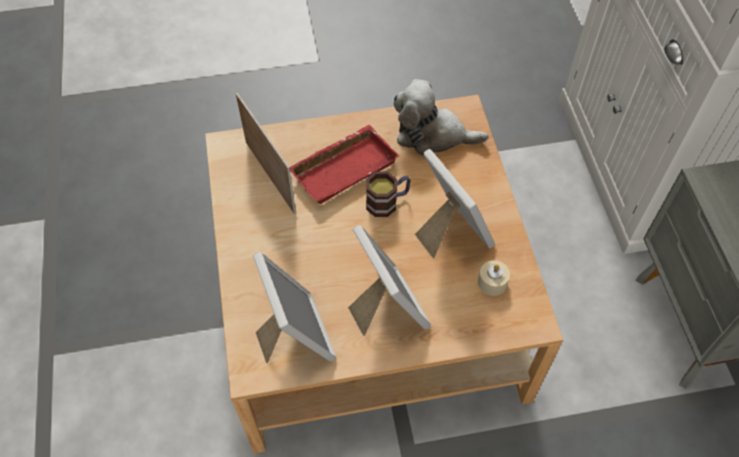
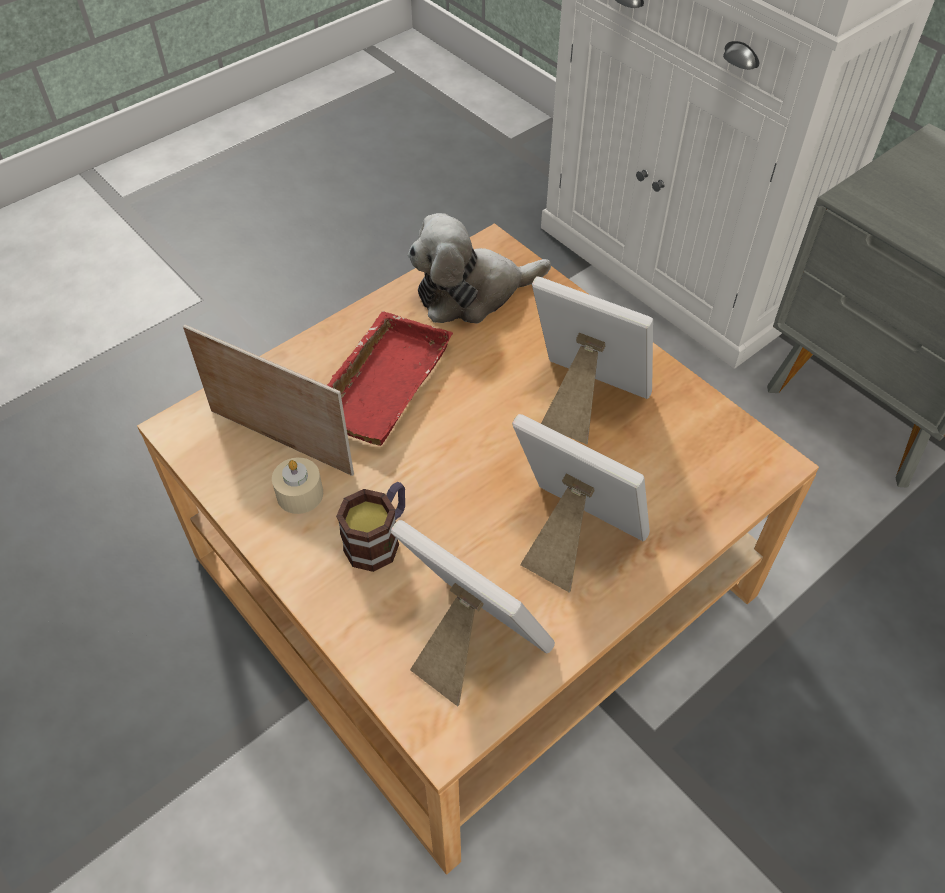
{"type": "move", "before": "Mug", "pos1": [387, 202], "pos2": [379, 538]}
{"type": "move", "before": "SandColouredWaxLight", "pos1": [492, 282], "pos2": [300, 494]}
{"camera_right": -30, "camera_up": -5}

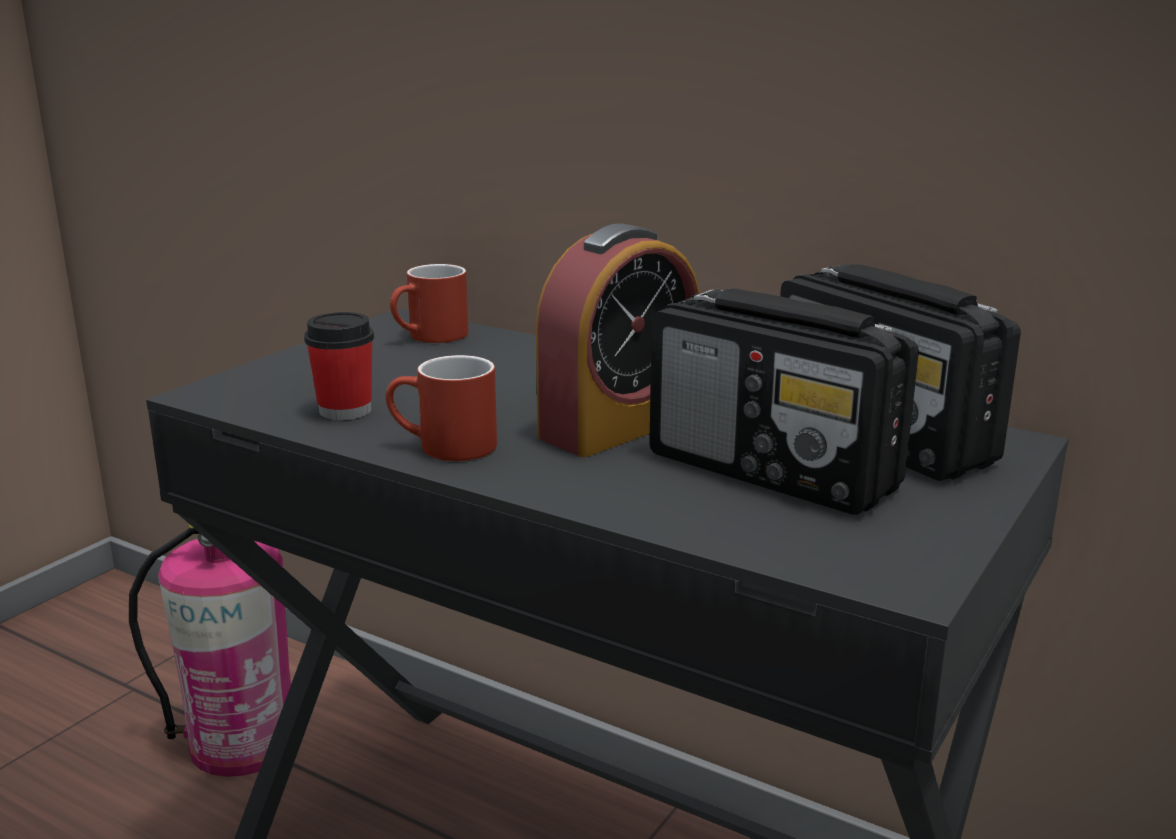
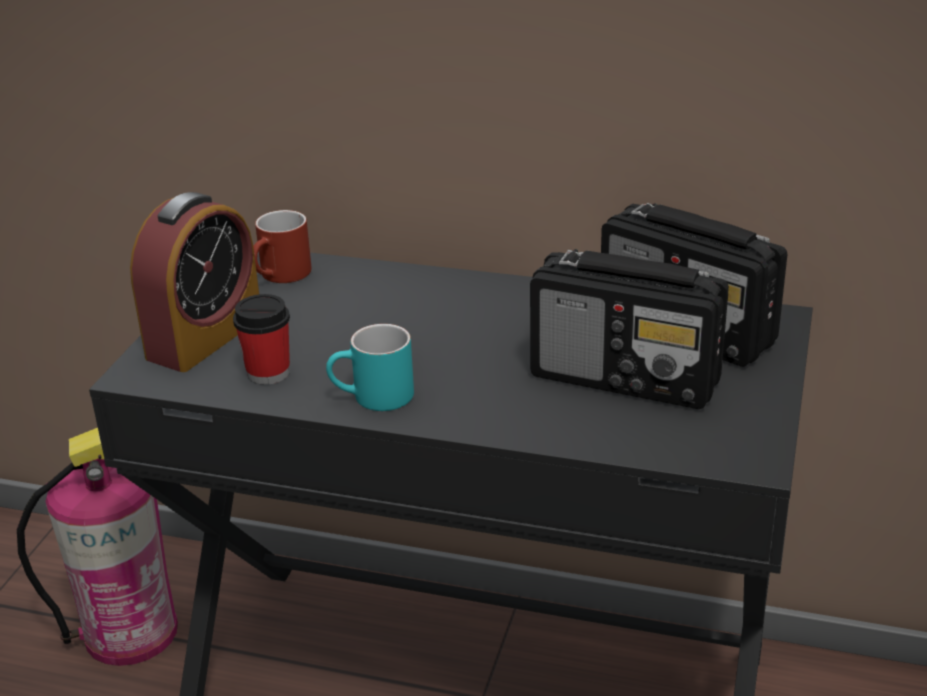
{"type": "recolor", "before": "RedMug", "after": "BlueGreenMug", "pos1": [443, 448], "pos2": [372, 398]}
{"type": "move", "before": "TableClock", "pos1": [618, 426], "pos2": [205, 337]}
{"camera_right": -15, "camera_up": 10}

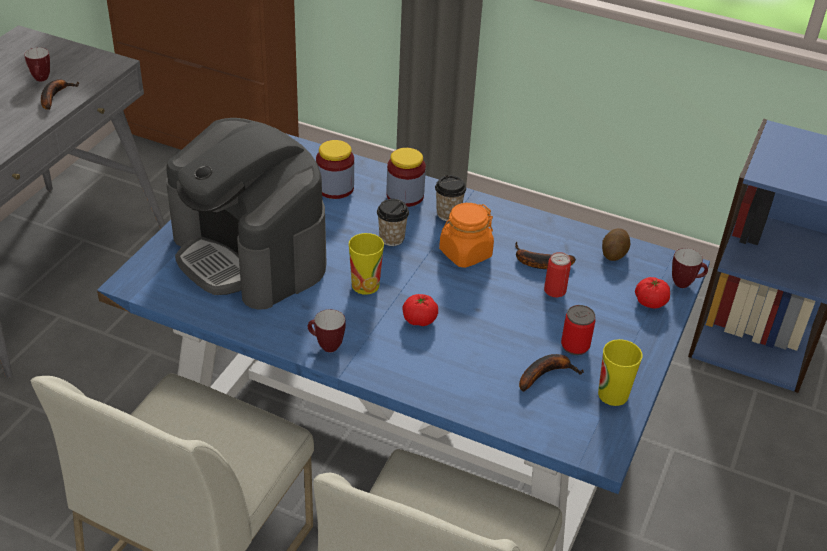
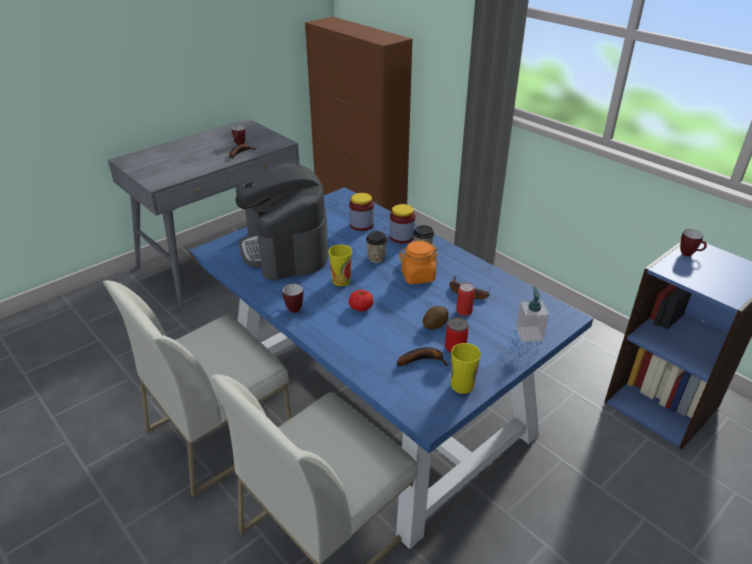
{"type": "move", "before": "Spud", "pos1": [614, 253], "pos2": [435, 324]}
{"type": "replace", "before": "FreshTomato", "after": "LiquidSoapBottle", "pos1": [650, 302], "pos2": [529, 334]}
{"type": "move", "before": "Mug", "pos1": [685, 283], "pos2": [689, 254]}
{"camera_right": 25, "camera_up": -5}

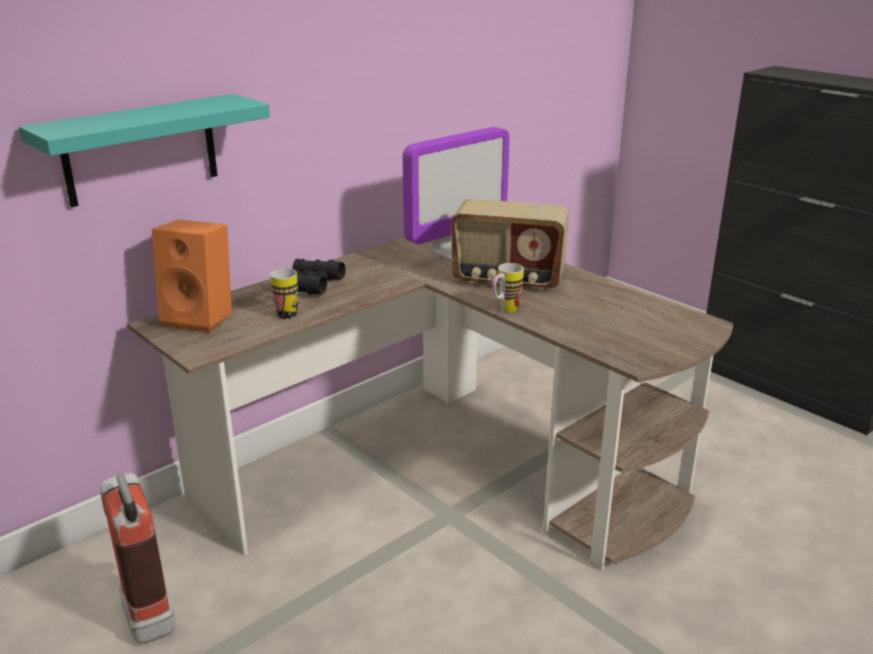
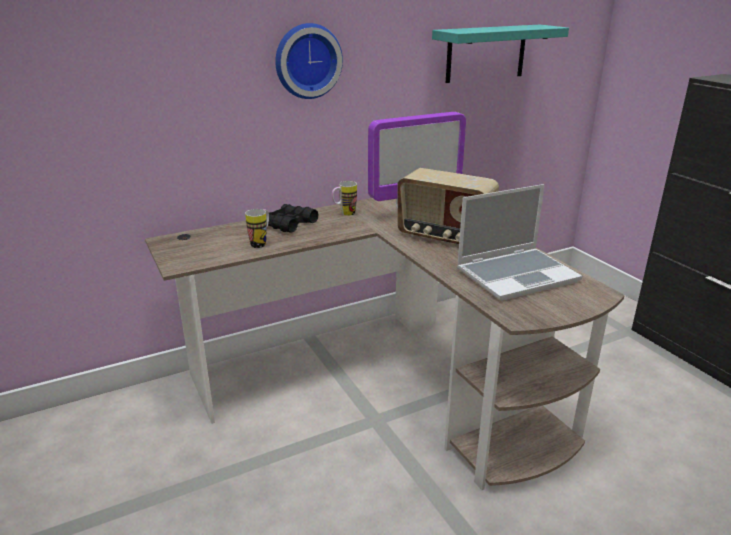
{"type": "move", "before": "BlueGreenWallShelf", "pos1": [141, 150], "pos2": [486, 53]}
{"type": "delete", "before": "Extinguisher", "pos1": [146, 608]}
{"type": "delete", "before": "OrangeColouredLoudspeaker", "pos1": [201, 318]}
{"type": "move", "before": "Mug", "pos1": [505, 310], "pos2": [344, 214]}
{"type": "insert", "after": "ClockOnTheWall", "pos2": [307, 61]}
{"type": "insert", "after": "Laptop", "pos2": [517, 275]}
{"camera_right": 15, "camera_up": 0}

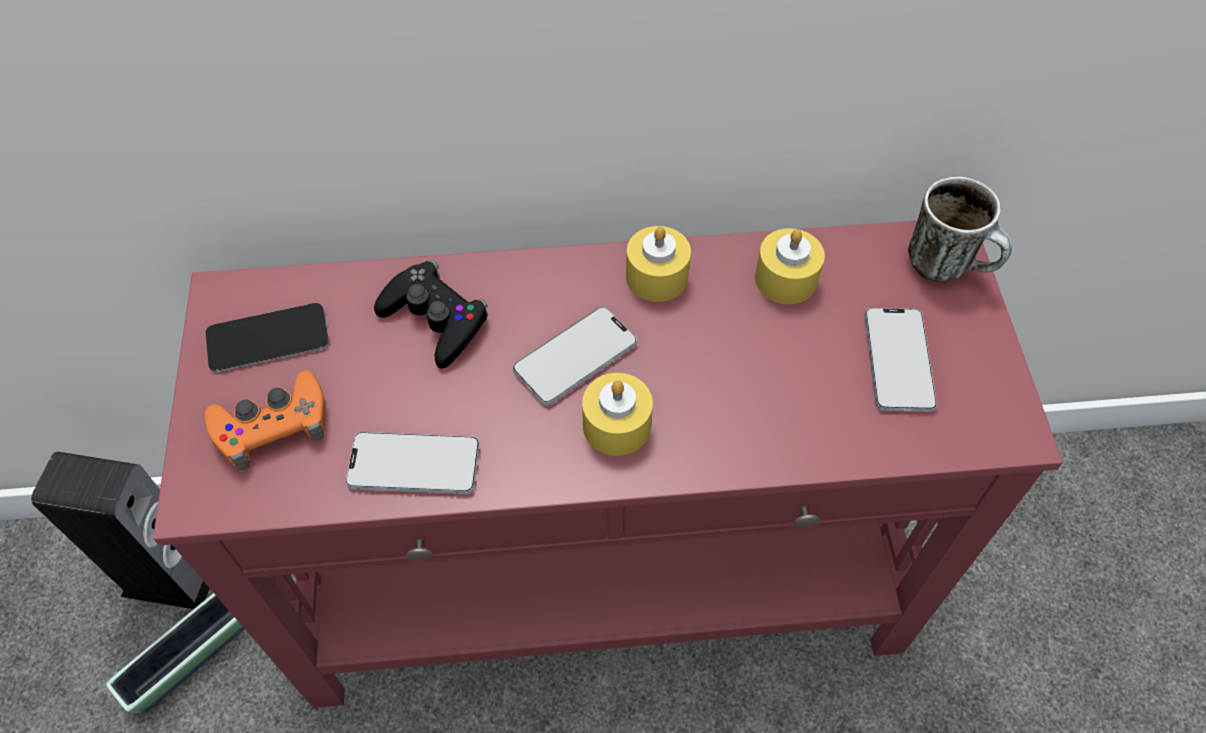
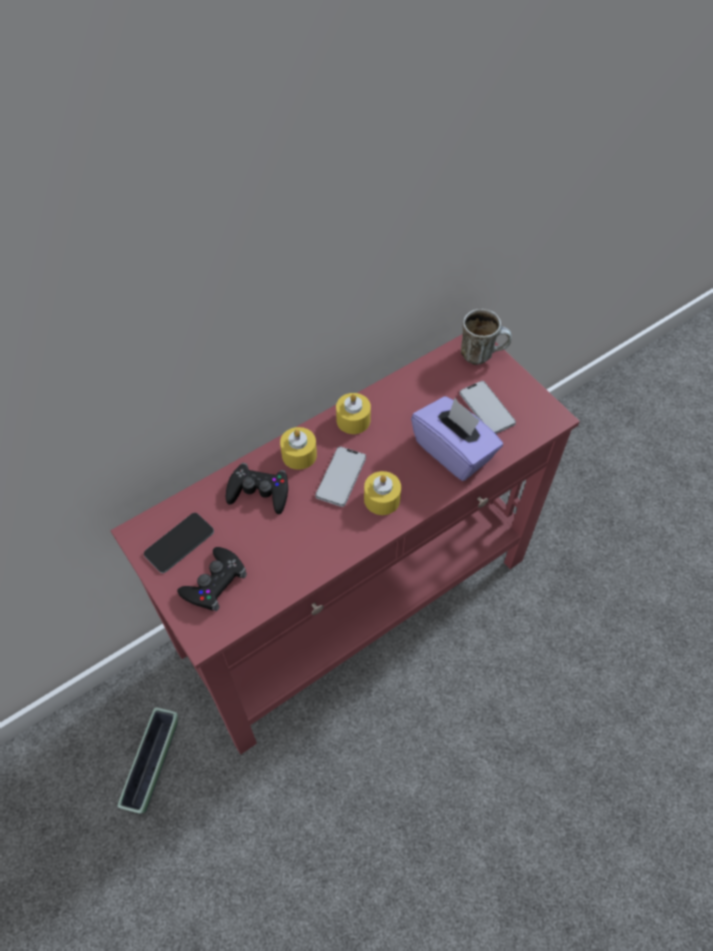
{"type": "delete", "before": "Loudspeaker", "pos1": [171, 576]}
{"type": "recolor", "before": "OrangeColouredGameController", "after": "BlackColouredGameController", "pos1": [272, 425], "pos2": [214, 583]}
{"type": "delete", "before": "Telephone", "pos1": [414, 464]}
{"type": "move", "before": "YellowishWaxLight", "pos1": [786, 279], "pos2": [299, 454]}
{"type": "insert", "after": "PurpleColouredTissueBox", "pos2": [454, 451]}
{"camera_right": -30, "camera_up": 0}

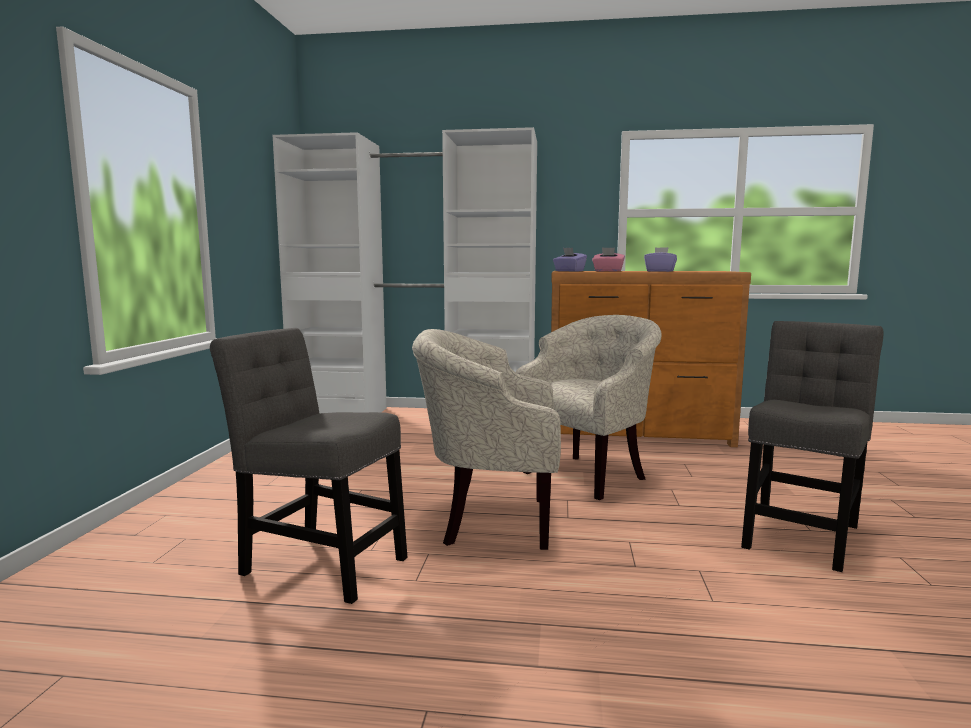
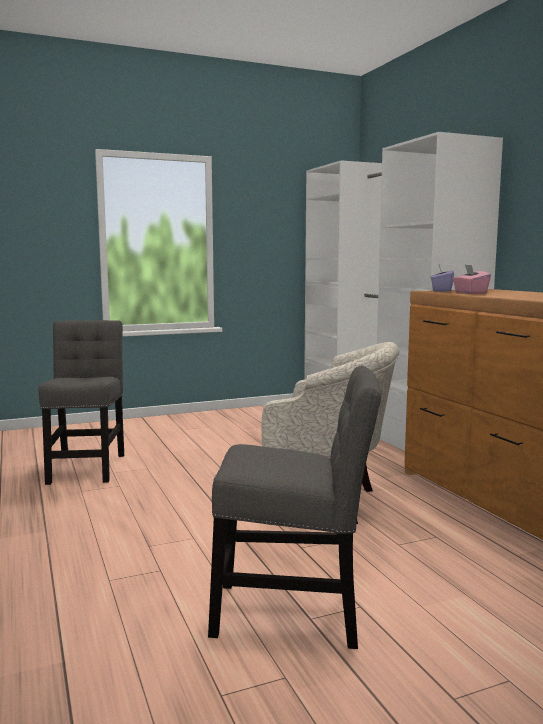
{"type": "delete", "before": "SandColouredLoungeChair", "pos1": [489, 521]}
{"type": "delete", "before": "PurpleColouredTissueBox", "pos1": [660, 271]}
{"camera_right": 60, "camera_up": 0}

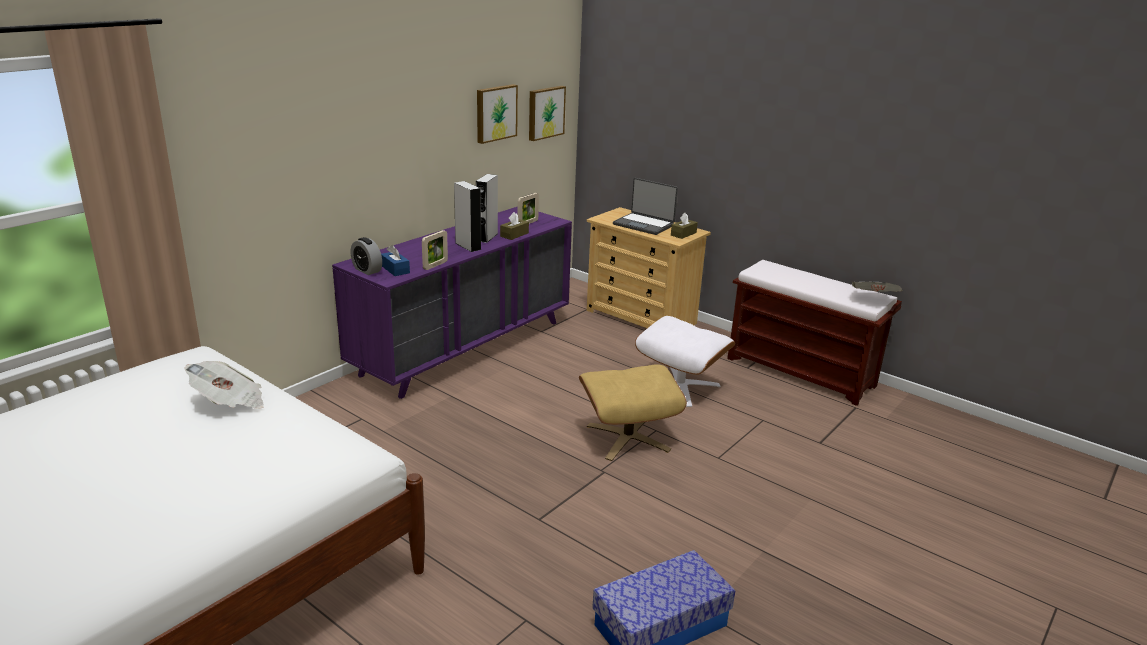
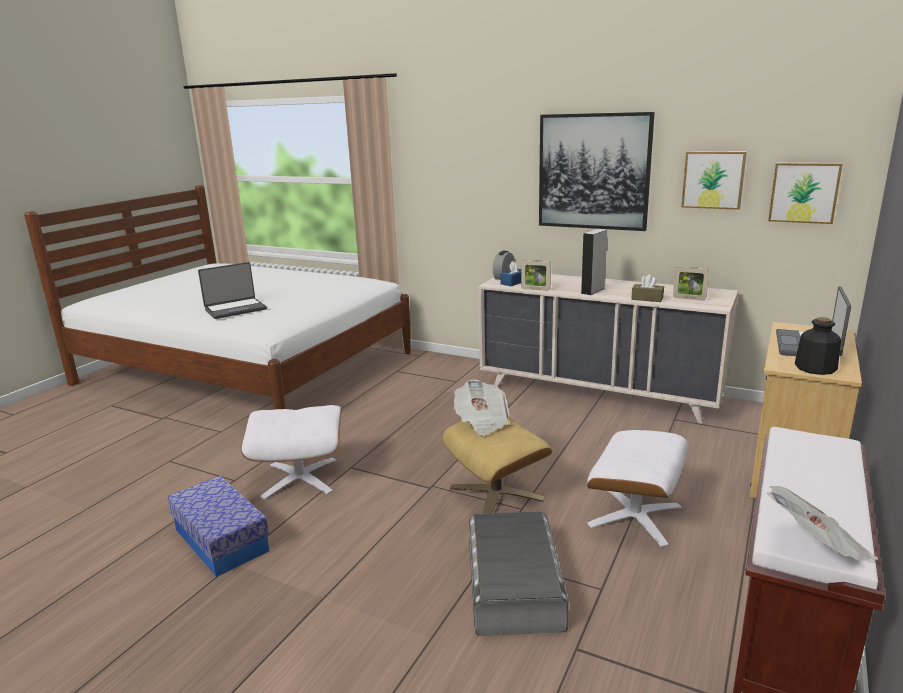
{"type": "move", "before": "Newspaper", "pos1": [230, 402], "pos2": [482, 421]}
{"type": "recolor", "before": "PurpleColouredChestOfDrawers", "after": "SandColouredChestOfDrawers", "pos1": [464, 347], "pos2": [599, 393]}
{"type": "delete", "before": "GreyishLoudspeaker", "pos1": [487, 237]}
{"type": "replace", "before": "BrownTissueBox", "after": "Bottle", "pos1": [683, 234], "pos2": [815, 368]}
{"type": "insert", "after": "Laptop", "pos2": [235, 309]}
{"type": "insert", "after": "WhitishOttoman", "pos2": [300, 477]}
{"type": "insert", "after": "GreyishStorageContainer", "pos2": [513, 582]}
{"type": "insert", "after": "WallPicture", "pos2": [593, 172]}
{"camera_right": 80, "camera_up": -5}

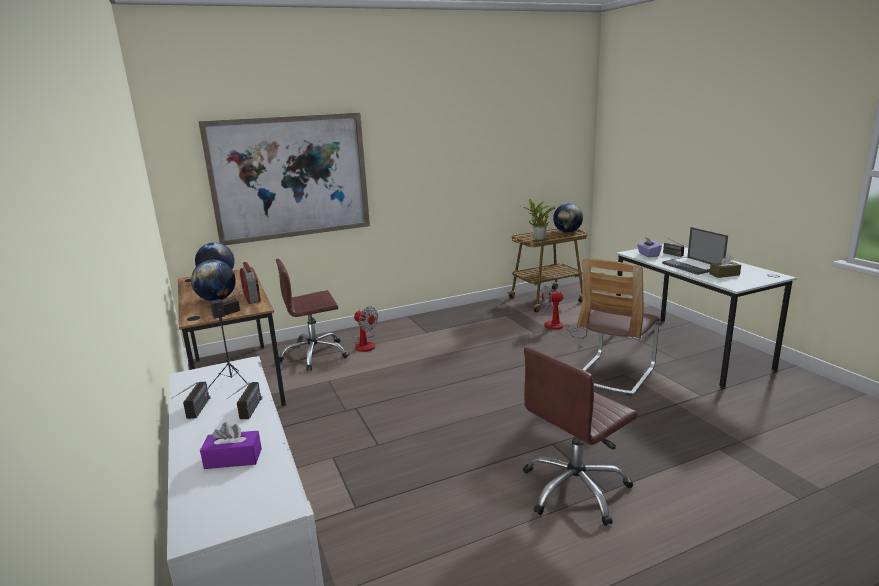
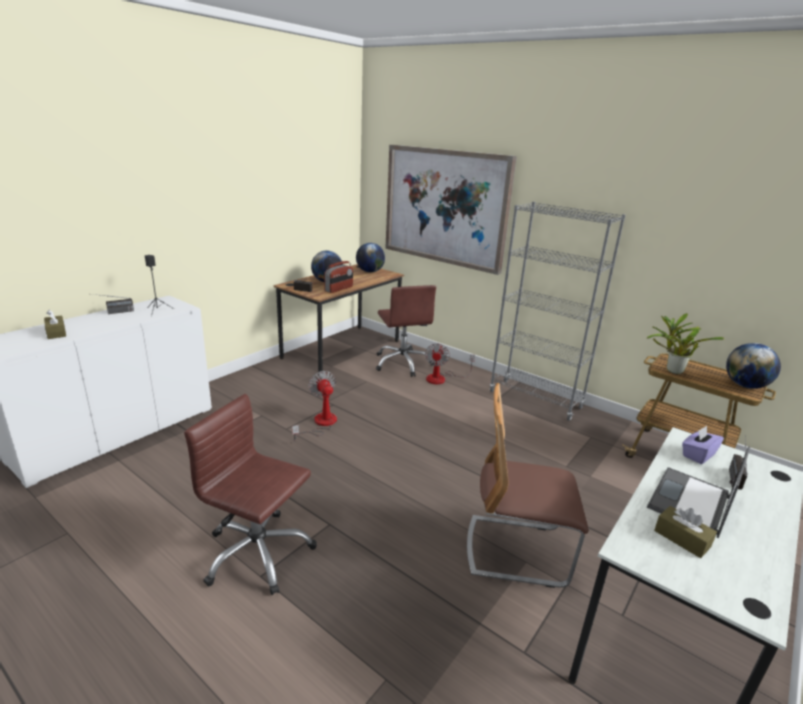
{"type": "recolor", "before": "PurpleColouredTissueBox", "after": "BrownTissueBox", "pos1": [233, 459], "pos2": [56, 333]}
{"type": "delete", "before": "Radio", "pos1": [248, 414]}
{"type": "rotate", "before": "BrownDeskChair", "pos1": [314, 355], "pos2": [403, 363], "turn": -150}
{"type": "move", "before": "ElectricFan", "pos1": [559, 328], "pos2": [320, 424]}
{"type": "insert", "after": "GreyishBookshelf", "pos2": [535, 399]}
{"camera_right": 60, "camera_up": 5}

